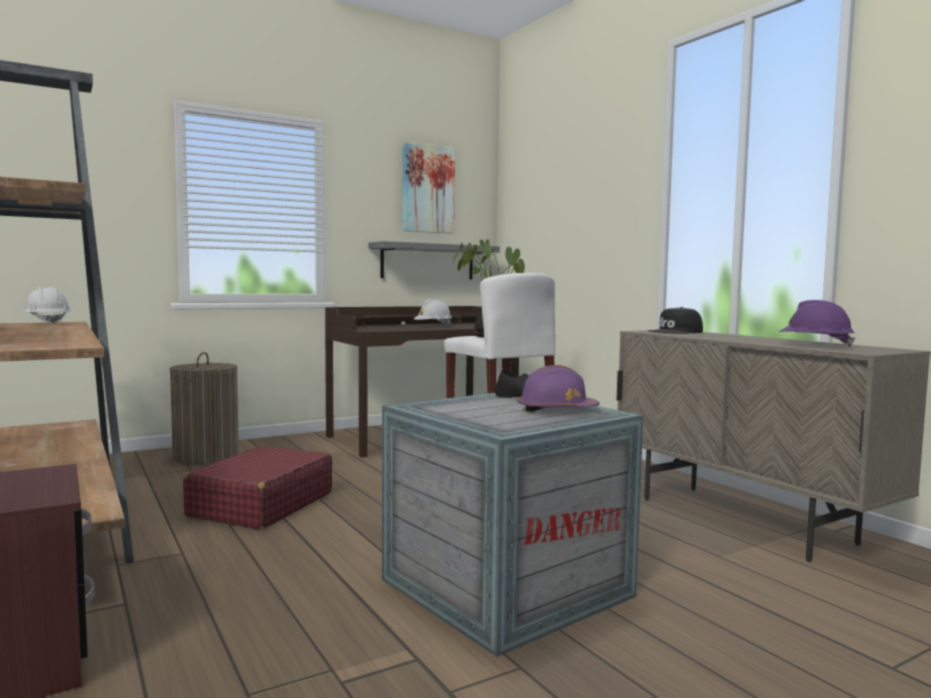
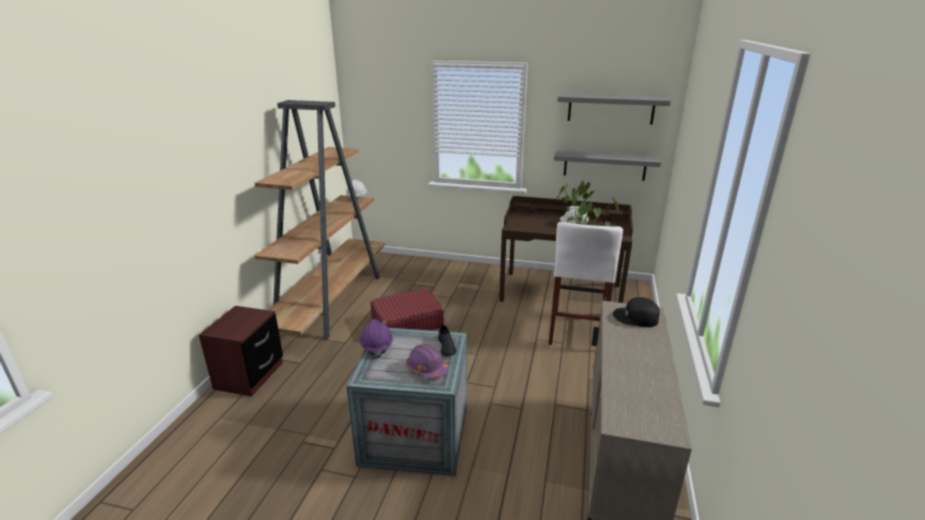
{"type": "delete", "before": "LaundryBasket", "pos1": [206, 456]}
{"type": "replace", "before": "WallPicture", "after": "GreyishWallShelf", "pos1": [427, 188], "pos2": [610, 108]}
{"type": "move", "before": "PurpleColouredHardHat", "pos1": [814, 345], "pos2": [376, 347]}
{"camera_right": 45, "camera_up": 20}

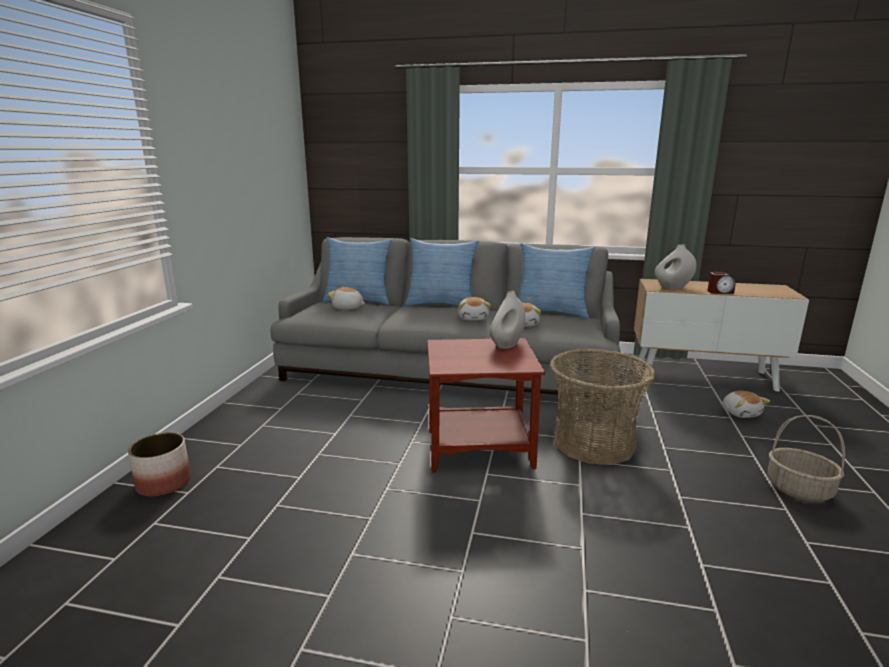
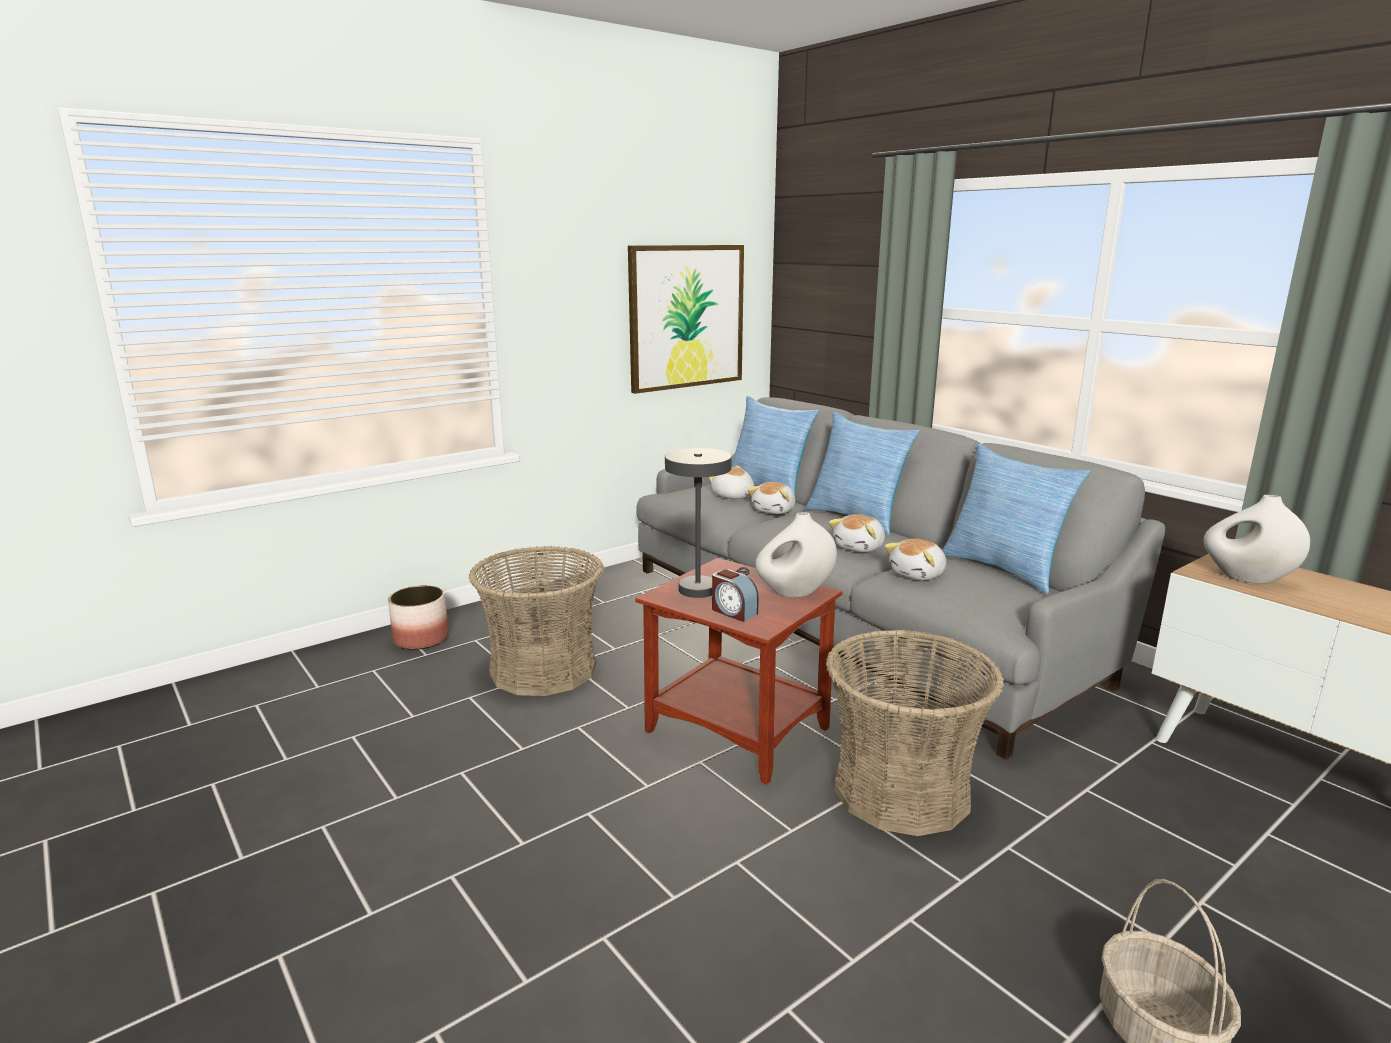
{"type": "move", "before": "TableClock", "pos1": [720, 292], "pos2": [733, 612]}
{"type": "move", "before": "CuddlyToy", "pos1": [741, 413], "pos2": [774, 510]}
{"type": "insert", "after": "StorageBasket", "pos2": [543, 669]}
{"type": "insert", "after": "WallPicture", "pos2": [686, 317]}
{"type": "insert", "after": "GreyishLampForATable", "pos2": [703, 587]}
{"camera_right": 40, "camera_up": 0}

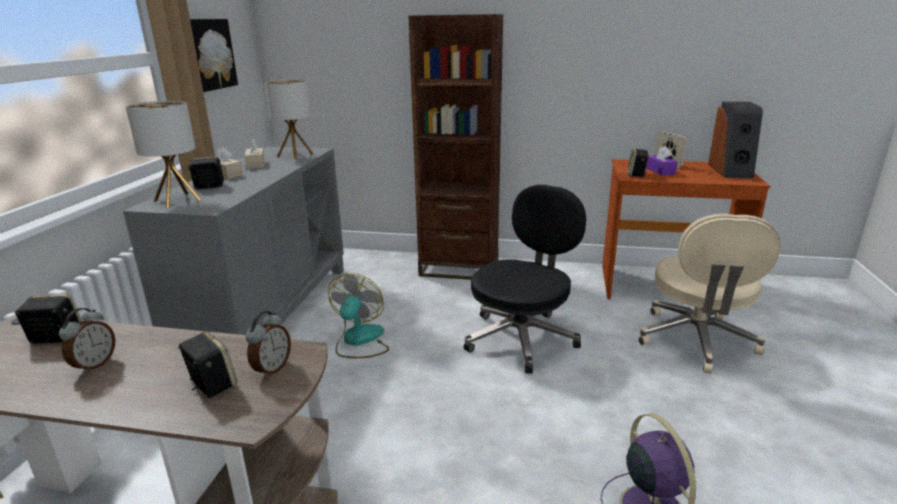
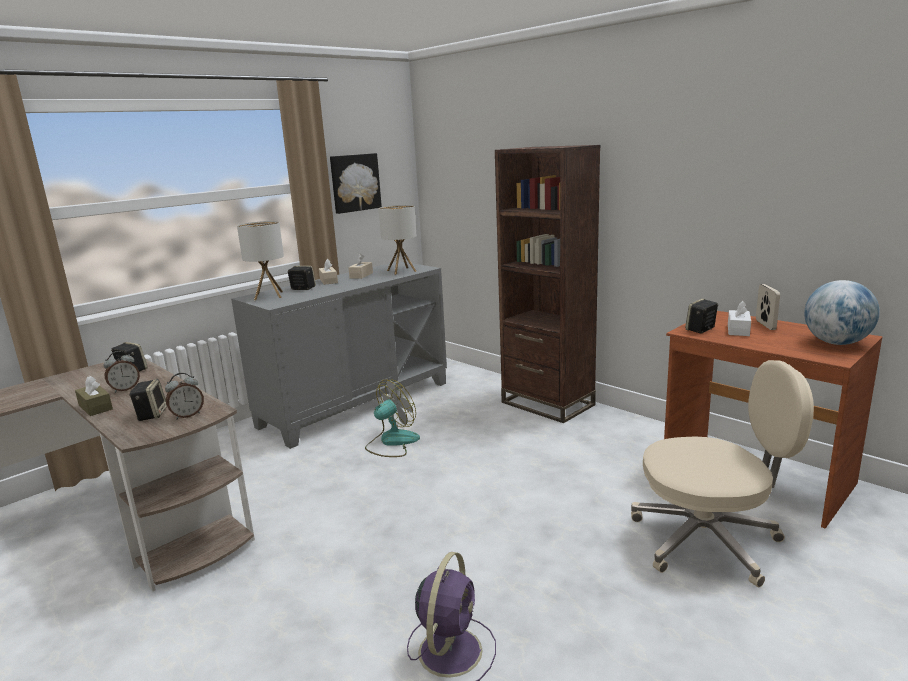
{"type": "delete", "before": "BlackColouredDeskChair", "pos1": [522, 338]}
{"type": "rotate", "before": "SandColouredDeskChair", "pos1": [696, 341], "pos2": [708, 540], "turn": -135}
{"type": "recolor", "before": "PurpleColouredTissueBox", "after": "WhitishTissueBox", "pos1": [660, 171], "pos2": [738, 330]}
{"type": "replace", "before": "Loudspeaker", "after": "Globe", "pos1": [731, 171], "pos2": [836, 343]}
{"type": "insert", "after": "BrownTissueBox", "pos2": [95, 407]}
{"camera_right": 35, "camera_up": -5}

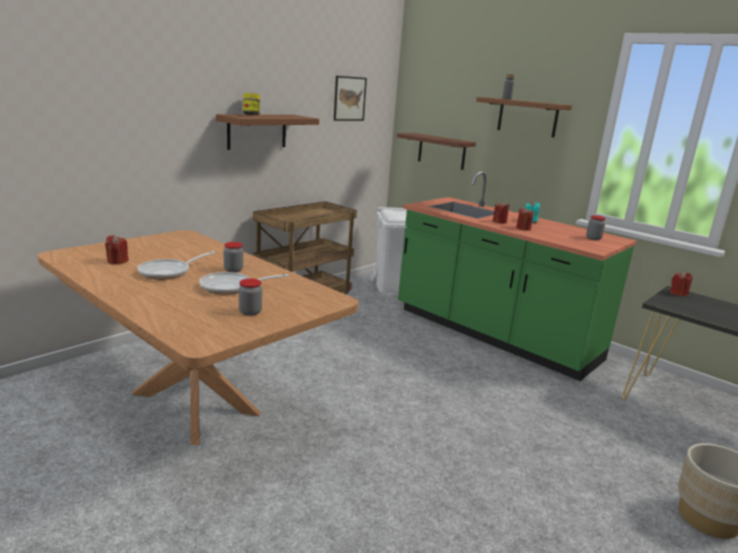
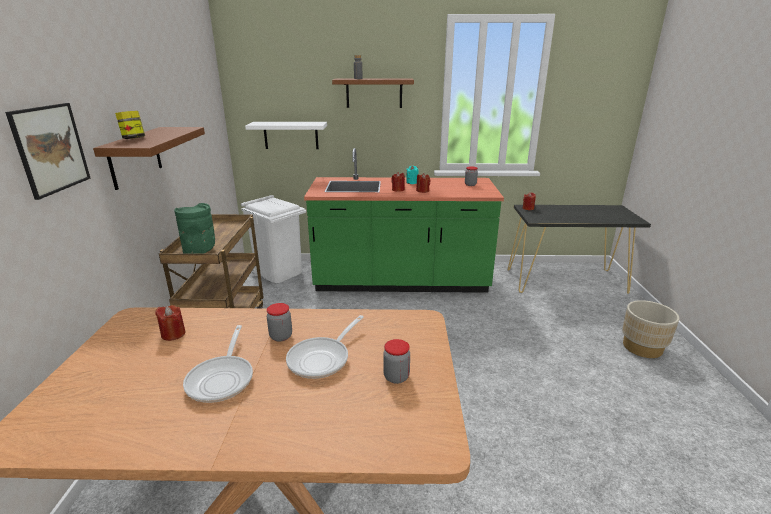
{"type": "move", "before": "RedWaxLight", "pos1": [117, 261], "pos2": [173, 334]}
{"type": "move", "before": "WallPicture", "pos1": [349, 98], "pos2": [51, 149]}
{"type": "recolor", "before": "BrownWallShelf", "after": "WhitishWallShelf", "pos1": [441, 151], "pos2": [291, 135]}
{"type": "insert", "after": "GreenDecorativeVase", "pos2": [200, 251]}
{"camera_right": -40, "camera_up": 5}

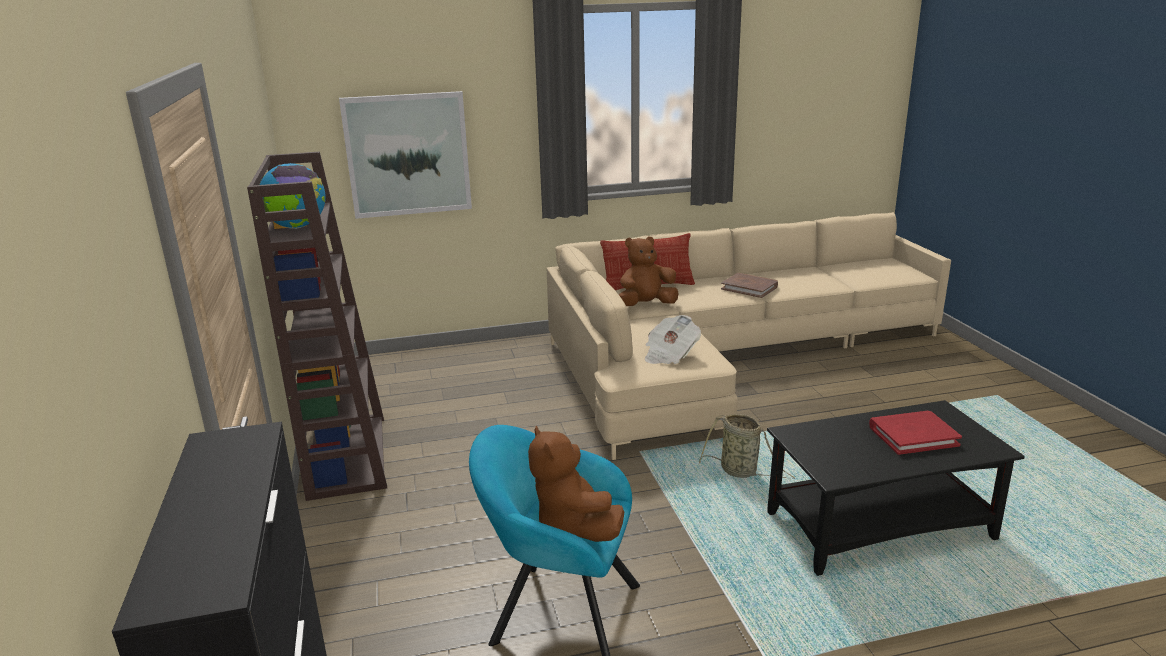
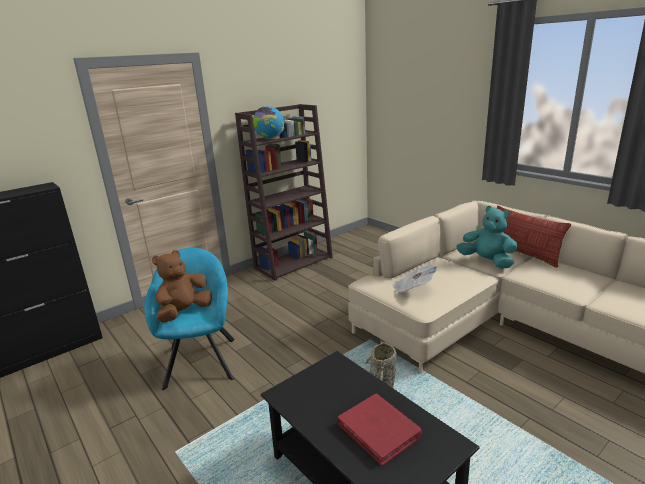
{"type": "delete", "before": "WallPicture", "pos1": [408, 155]}
{"type": "recolor", "before": "BrownCuddlyToy", "after": "BlueGreenCuddlyToy", "pos1": [646, 305], "pos2": [487, 262]}
{"type": "delete", "before": "BrownVolume", "pos1": [749, 288]}
{"camera_right": 65, "camera_up": 0}

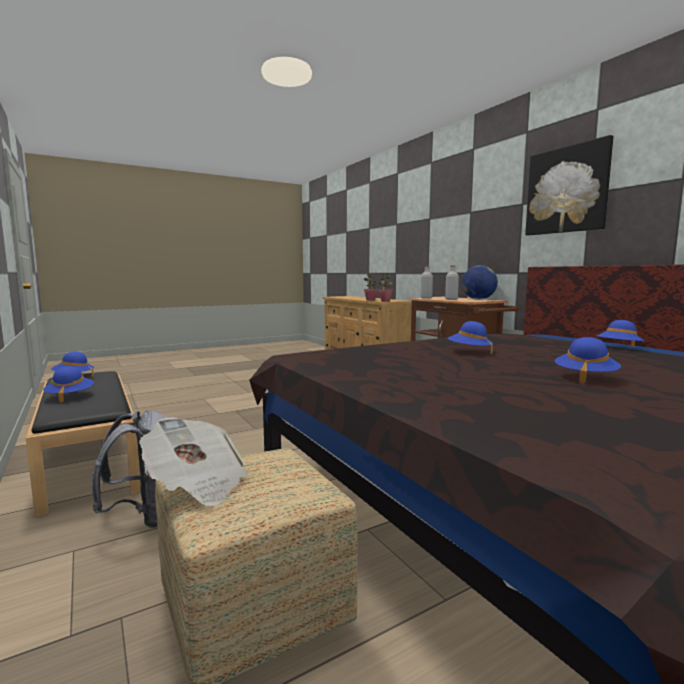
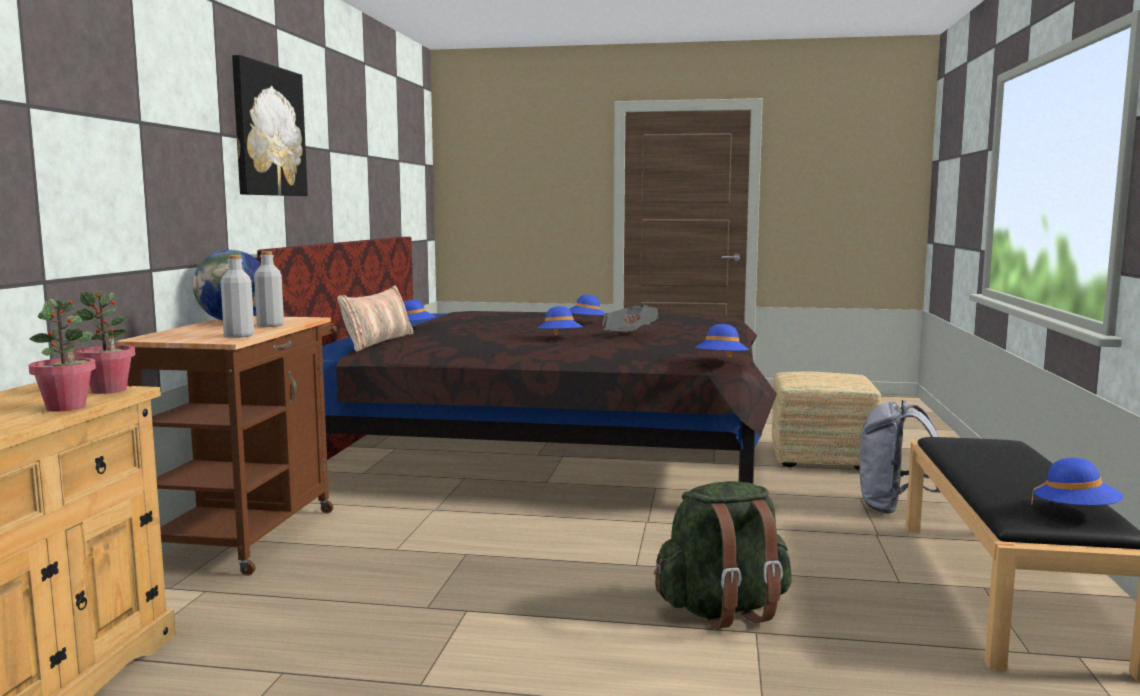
{"type": "move", "before": "BlueHat", "pos1": [70, 396], "pos2": [721, 361]}
{"type": "move", "before": "Newspaper", "pos1": [197, 484], "pos2": [629, 335]}
{"type": "insert", "after": "Pillow", "pos2": [378, 342]}
{"type": "insert", "after": "GreenBackpack", "pos2": [723, 610]}
{"camera_right": -140, "camera_up": 0}

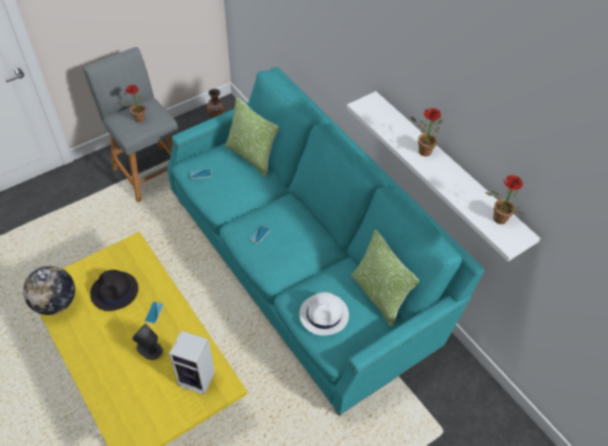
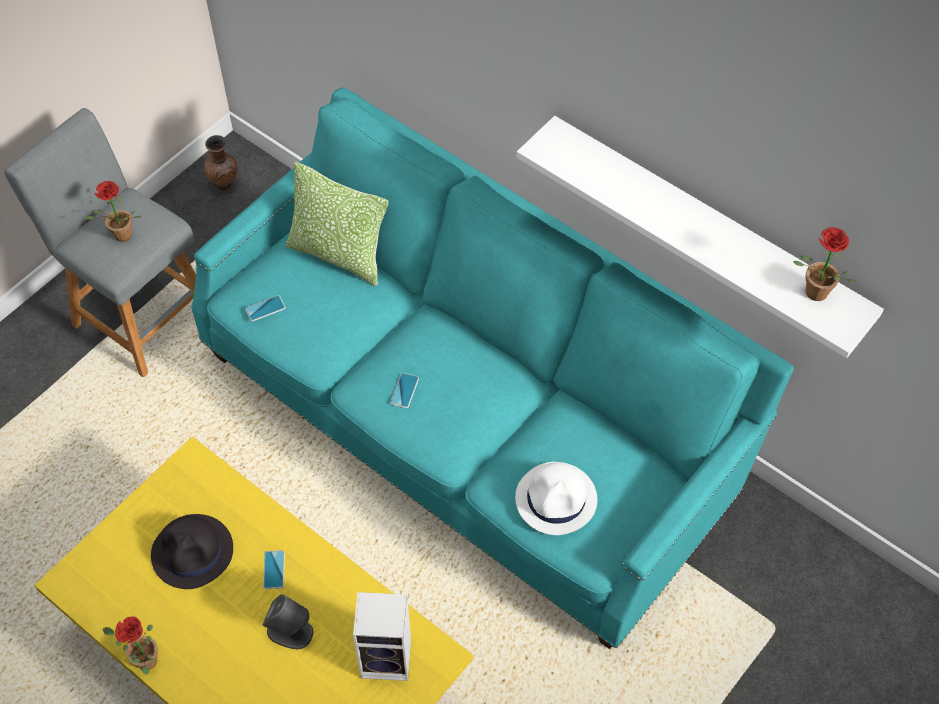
{"type": "delete", "before": "Globe", "pos1": [56, 303]}
{"type": "delete", "before": "Pillow", "pos1": [379, 296]}
{"type": "move", "before": "PlantInAPot", "pos1": [421, 151], "pos2": [142, 660]}
{"camera_right": -15, "camera_up": 5}

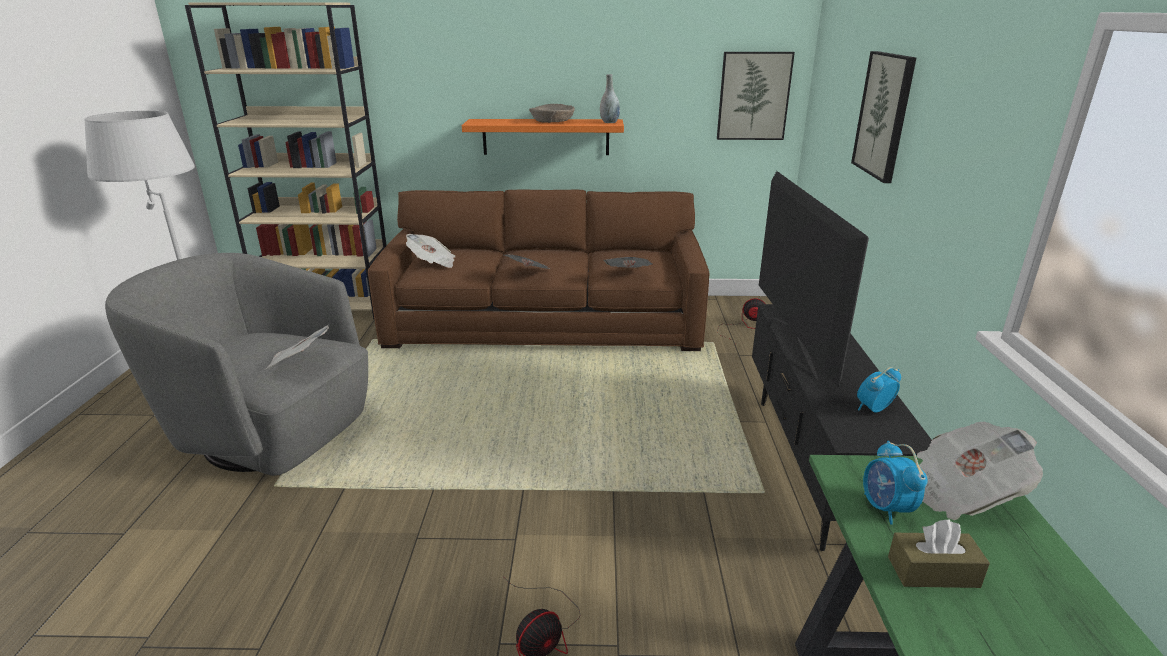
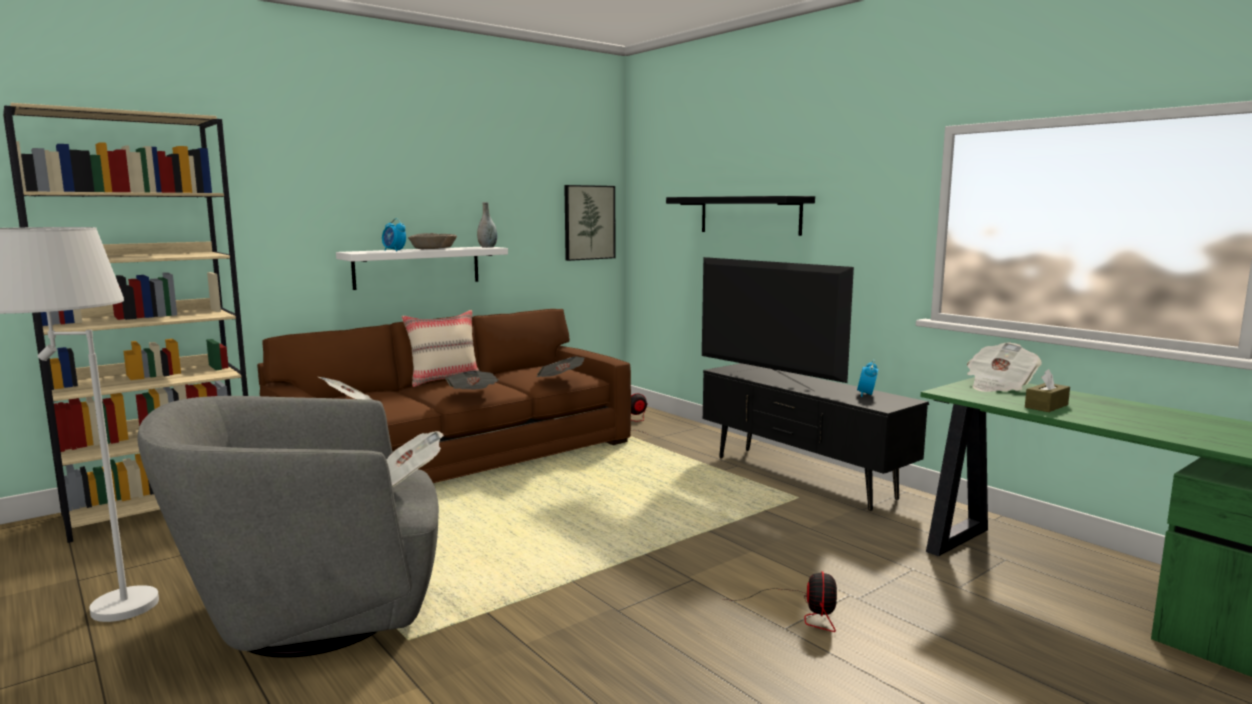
{"type": "recolor", "before": "OrangeColouredWallShelf", "after": "WhitishWallShelf", "pos1": [545, 137], "pos2": [417, 267]}
{"type": "replace", "before": "WallPicture", "after": "BlackColouredWallShelf", "pos1": [884, 115], "pos2": [749, 215]}
{"type": "move", "before": "TableClock", "pos1": [886, 508], "pos2": [394, 251]}
{"type": "insert", "after": "SandColouredPillow", "pos2": [444, 380]}
{"camera_right": -40, "camera_up": -15}

